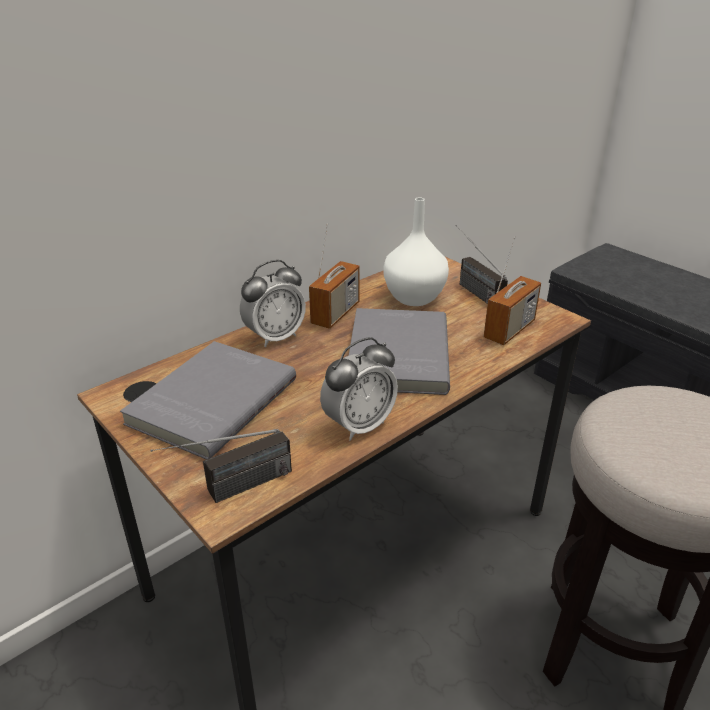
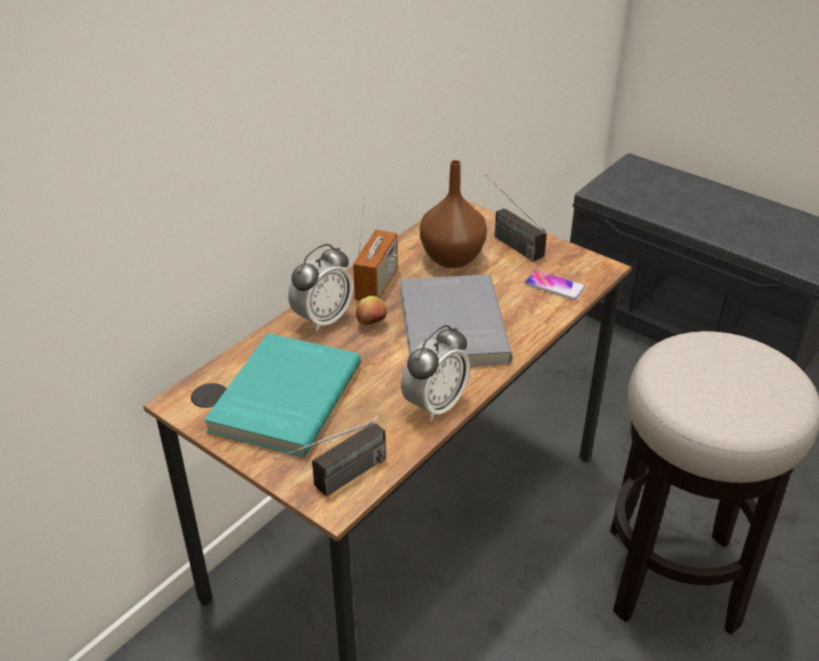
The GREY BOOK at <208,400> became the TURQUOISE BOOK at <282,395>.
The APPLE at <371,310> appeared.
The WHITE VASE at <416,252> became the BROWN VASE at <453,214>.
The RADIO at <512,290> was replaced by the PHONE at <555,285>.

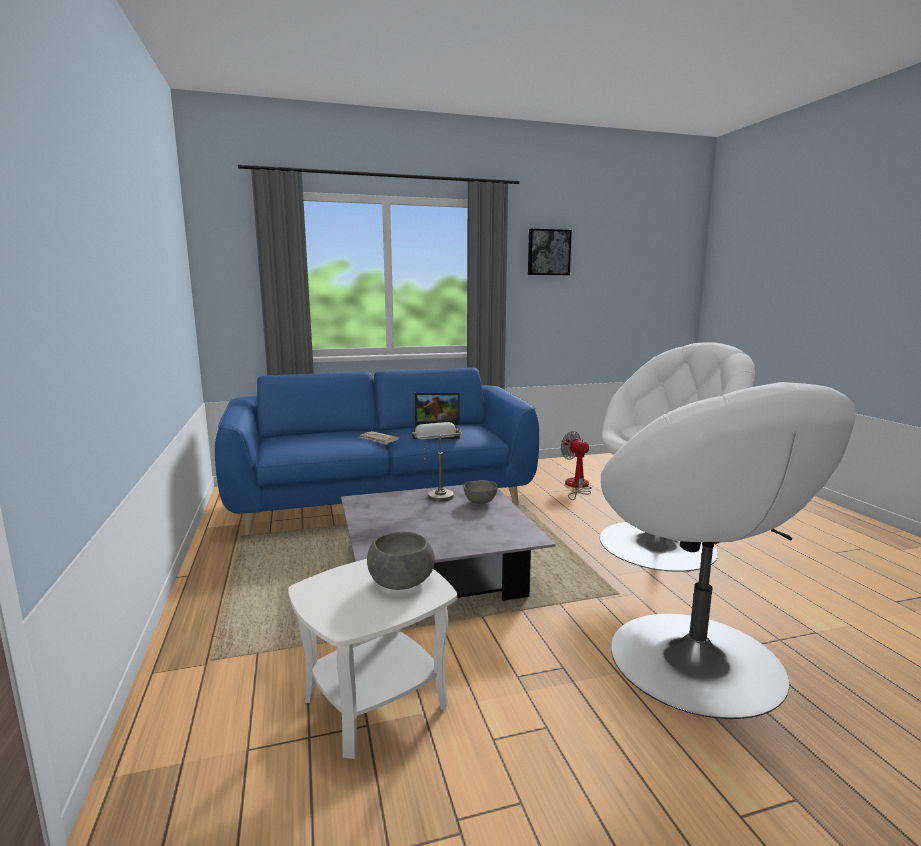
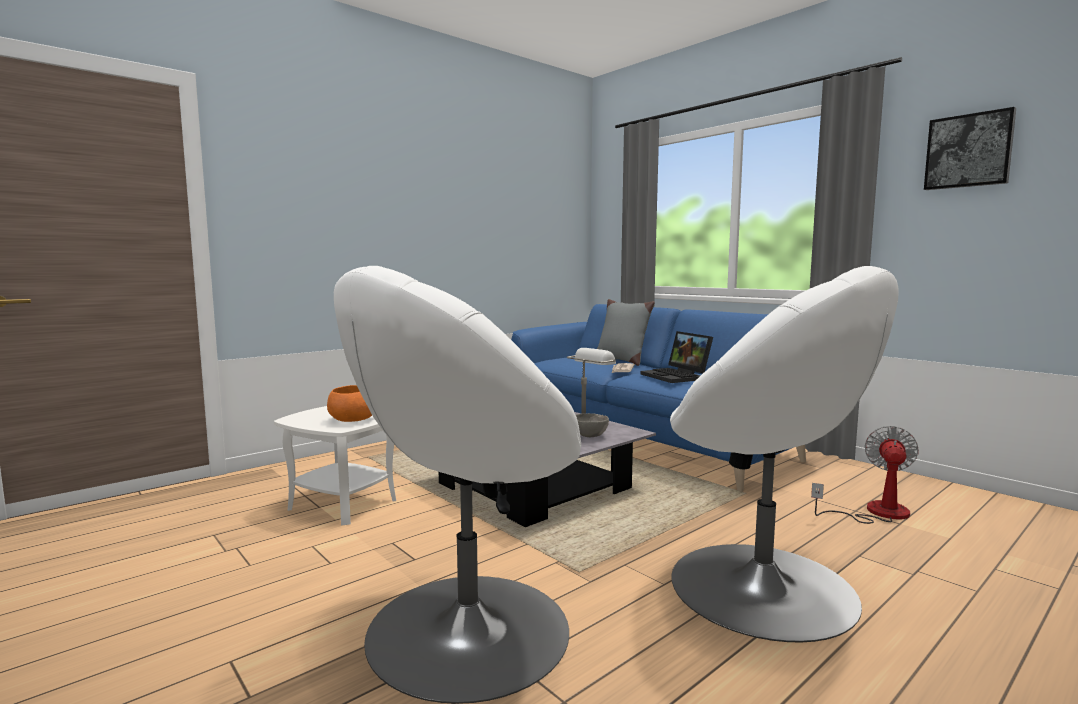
The GREY BOWL at <401,561> became the ORANGE BOWL at <349,403>.
The GREY PILLOW at <626,332> appeared.

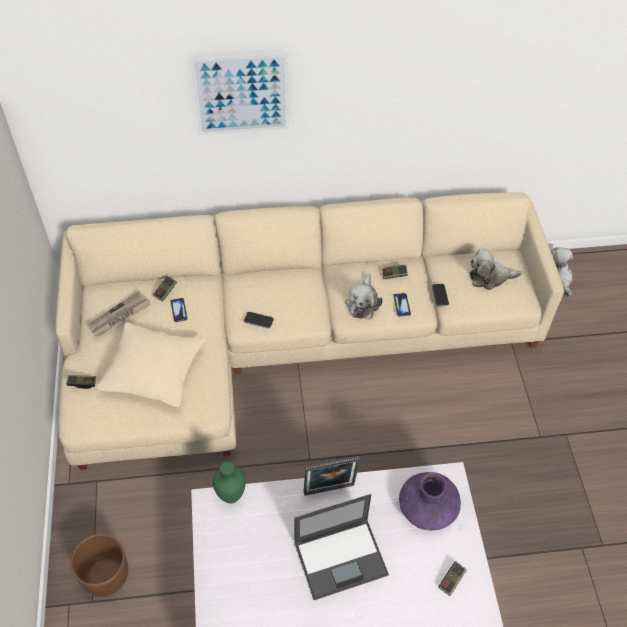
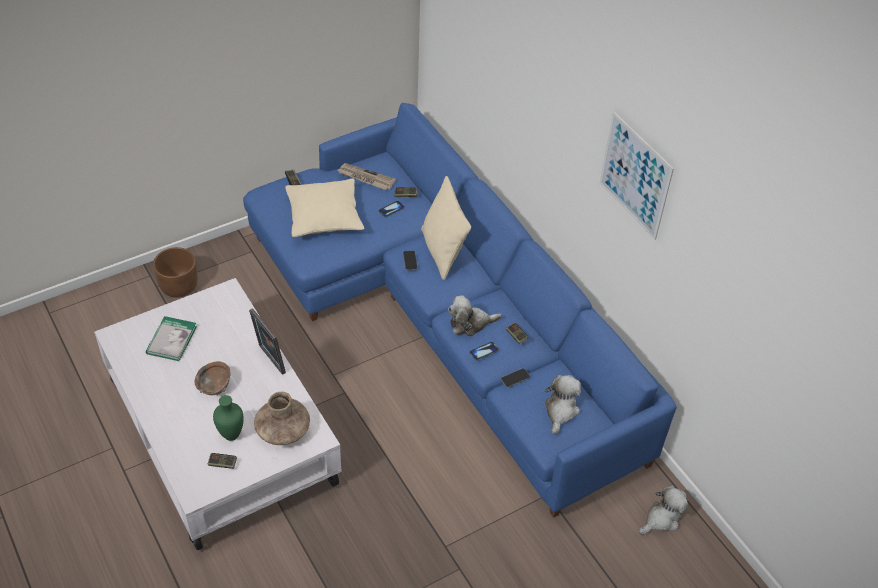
The BOOK at <171,338> appeared.
The LAPTOP at <341,547> was replaced by the BROWN BOWL at <212,378>.
The GREEN VASE moved from <229,482> to <228,418>.
The BEIGE SOFA at <309,331> became the BLUE SOFA at <460,310>.
The PURPLE VASE at <430,501> became the BROWN VASE at <282,418>.
The BEIGE PILLOW at <446,228> appeared.
The PLUSH TOY at <496,269> turned 45 degrees clockwise.
The PICTURE moved from <240,94> to <637,176>.

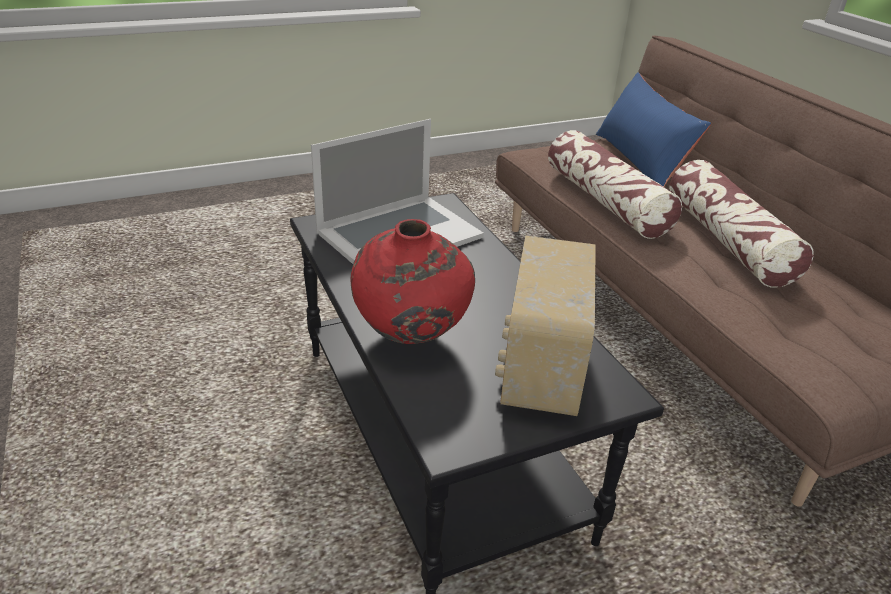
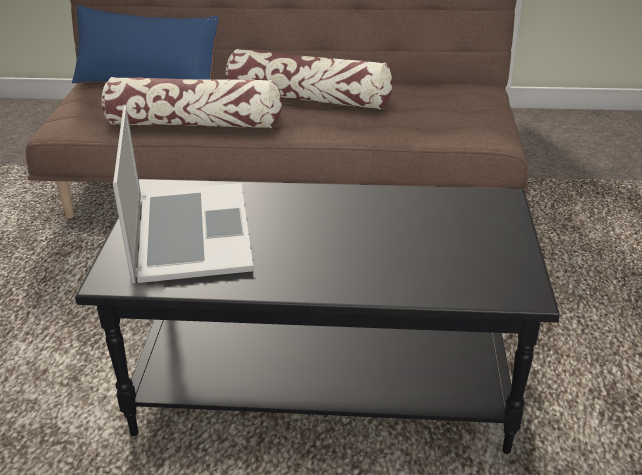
The RED VASE at <413,281> disappeared.
The RADIO at <545,326> disappeared.

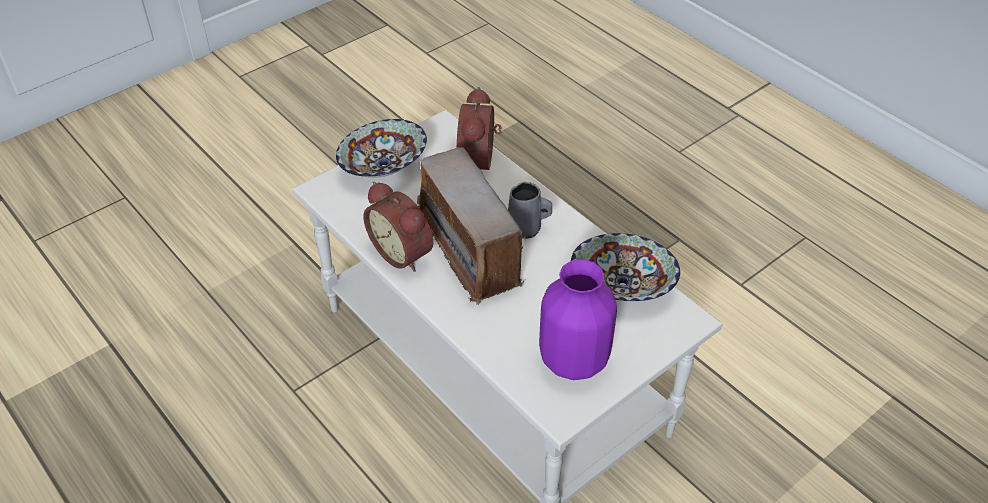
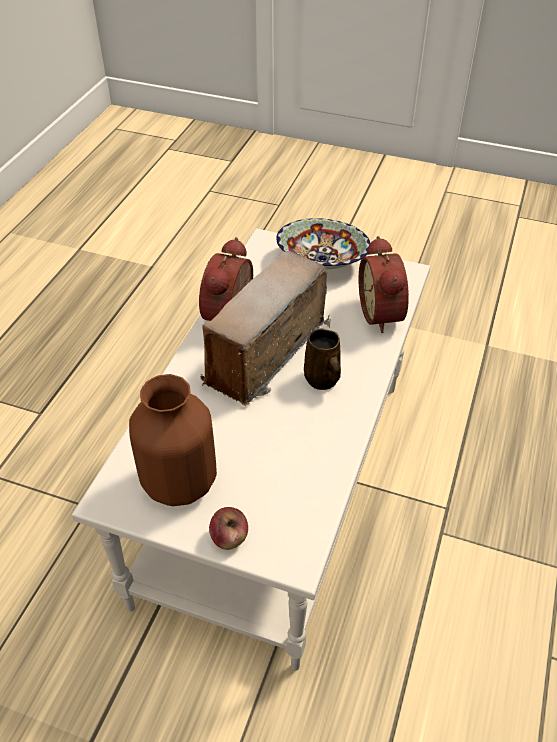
The PURPLE VASE at <578,319> became the BROWN VASE at <173,440>.
The APPLE at <228,528> appeared.
The GREY MUG at <530,210> became the BROWN MUG at <322,359>.
The ALARM CLOCK at <479,128> turned 75 degrees counterclockwise.
The BOWL at <625,267> disappeared.

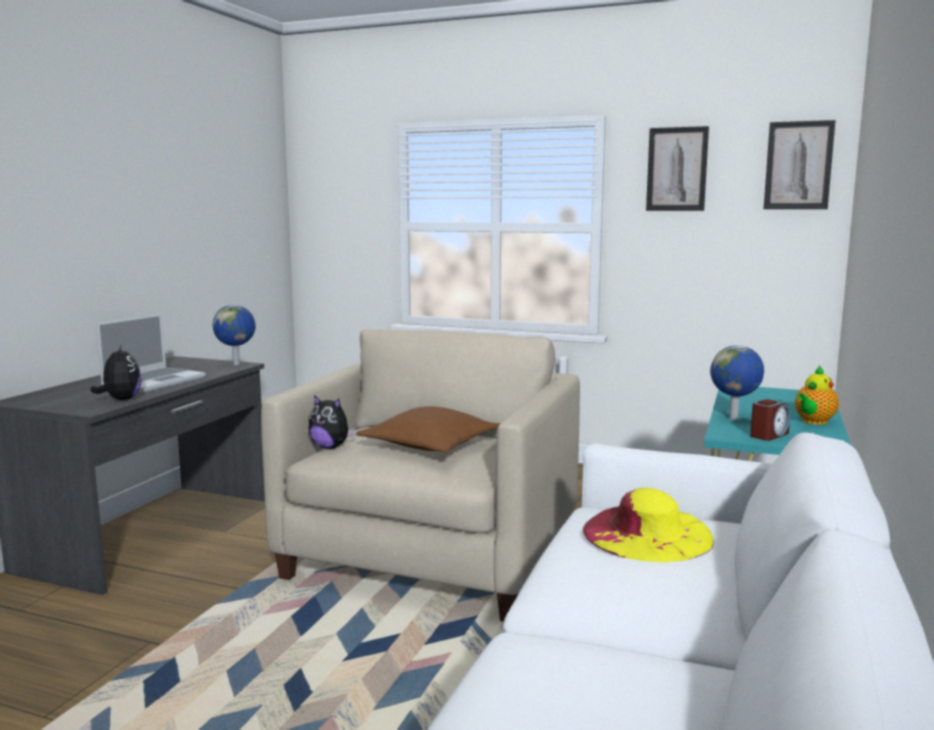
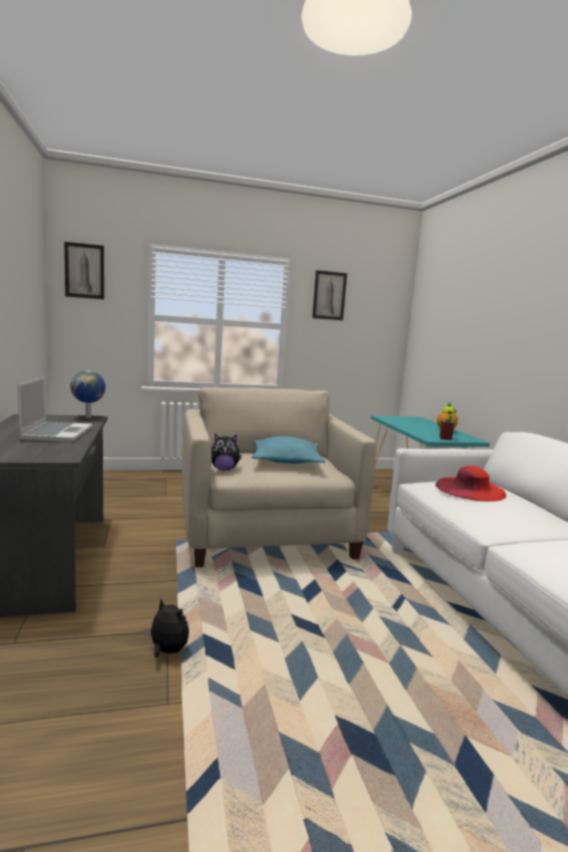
The PICTURE moved from <800,164> to <84,270>.
The PLUSH TOY moved from <116,372> to <166,627>.
The BROWN PILLOW at <428,429> became the TURQUOISE PILLOW at <288,450>.
The YELLOW HAT at <648,525> became the RED HAT at <470,484>.
The GLOBE at <737,382> disappeared.

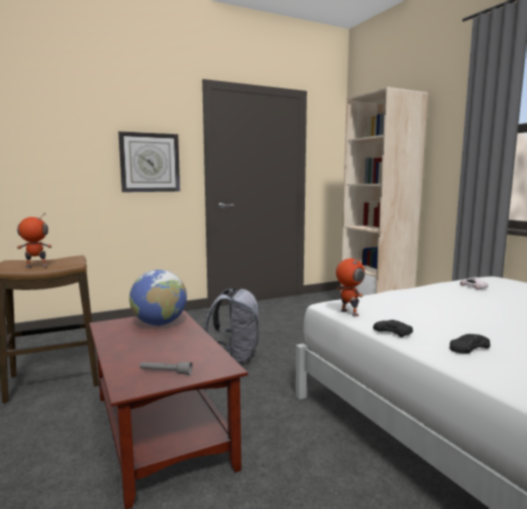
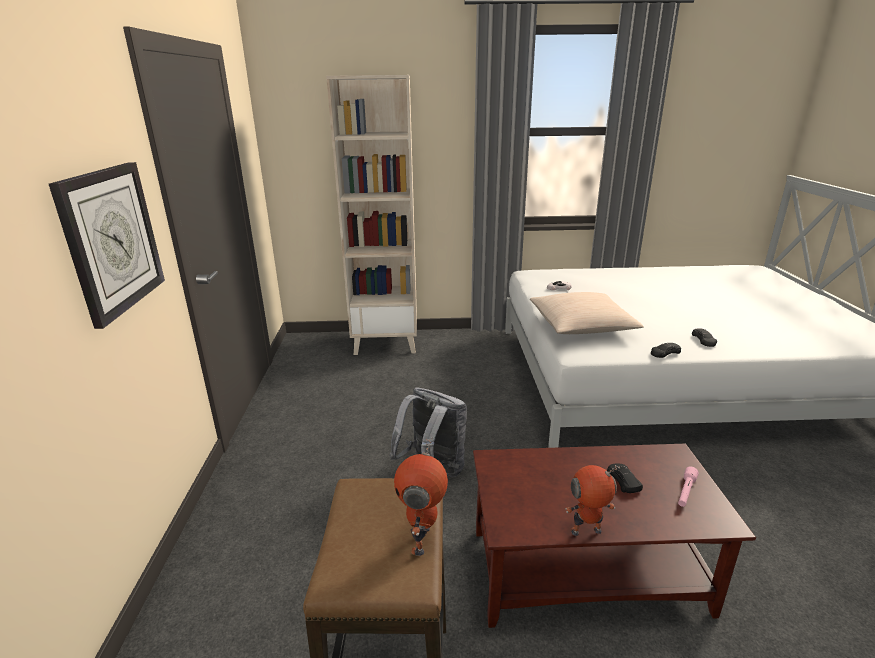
The BEIGE PILLOW at <587,313> appeared.
The TOY ROBOT moved from <350,287> to <593,500>.
The BLACK TOY CAR at <625,478> appeared.
The GREY FLASHLIGHT at <166,368> became the PINK FLASHLIGHT at <688,486>.
The GLOBE at <158,298> disappeared.

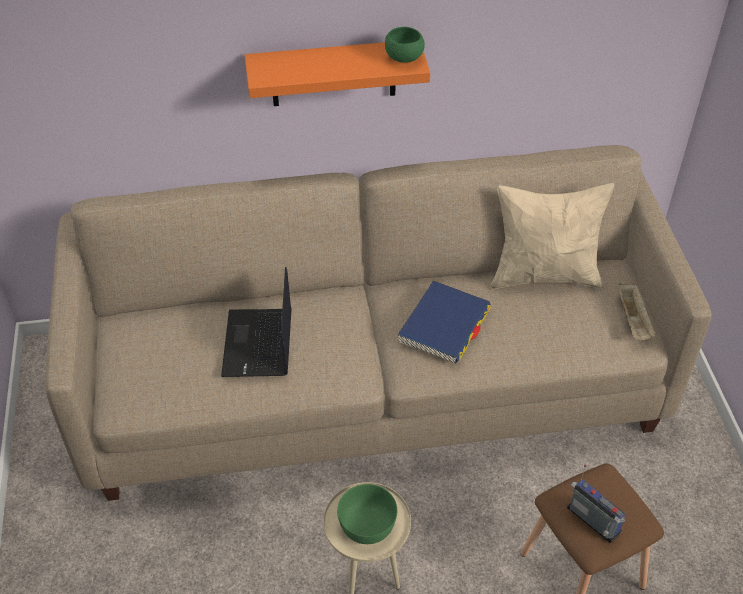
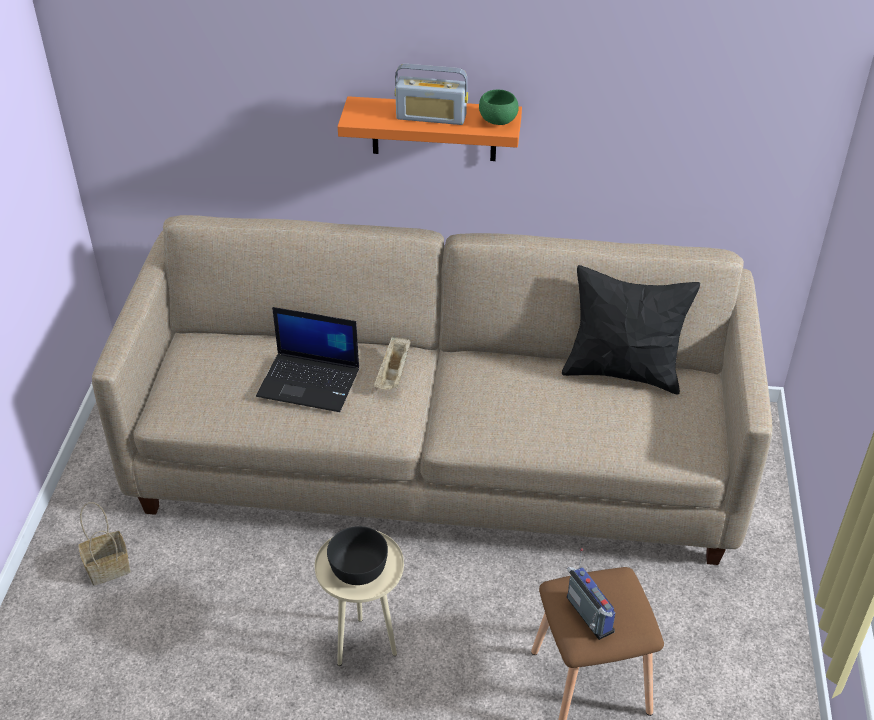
The BASKET at <104,543> appeared.
The LAPTOP at <256,322> turned 90 degrees counterclockwise.
The GREEN BOWL at <367,514> became the BLACK BOWL at <357,555>.
The BEIGE TRAY moved from <637,311> to <392,362>.
The RADIO at <431,94> appeared.
The BEIGE PILLOW at <552,236> became the BLACK PILLOW at <631,330>.
The BLUE BOOK at <444,321> disappeared.

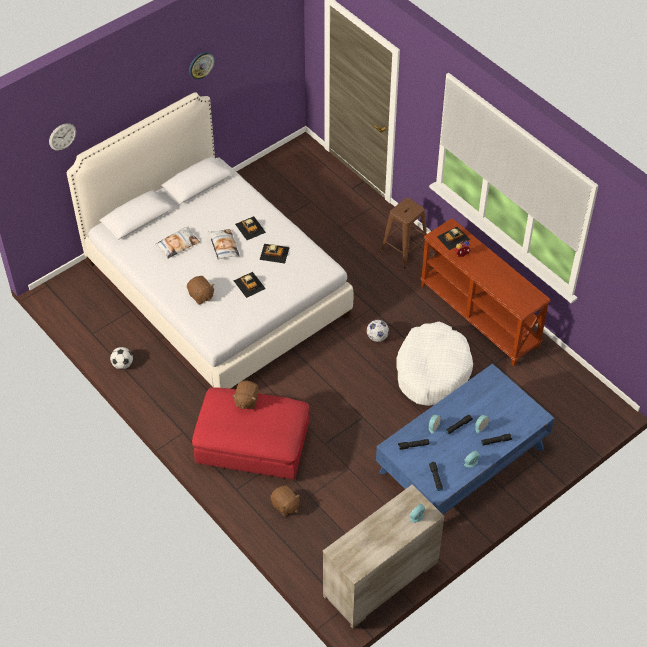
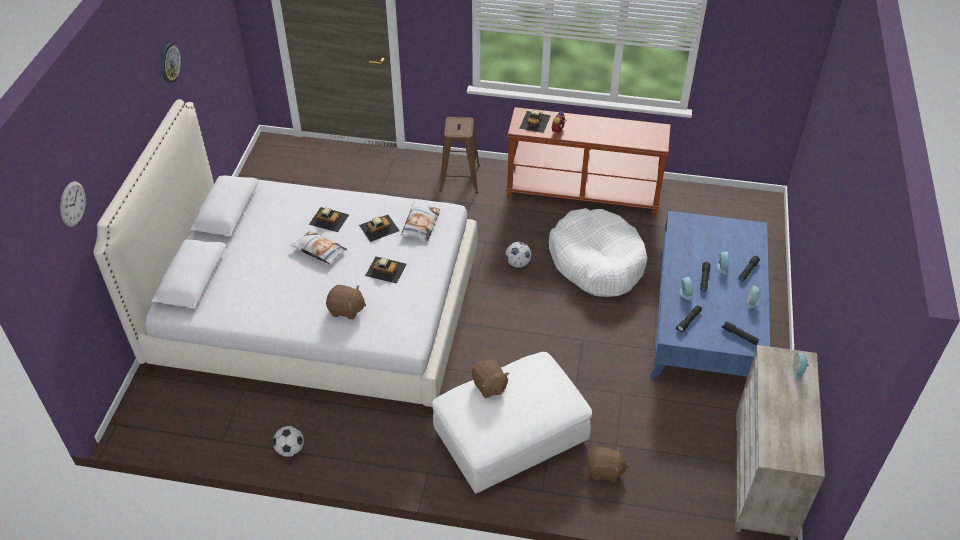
The PILLOW moved from <177,243> to <420,221>.
The RED OTTOMAN at <250,433> became the WHITE OTTOMAN at <512,422>.

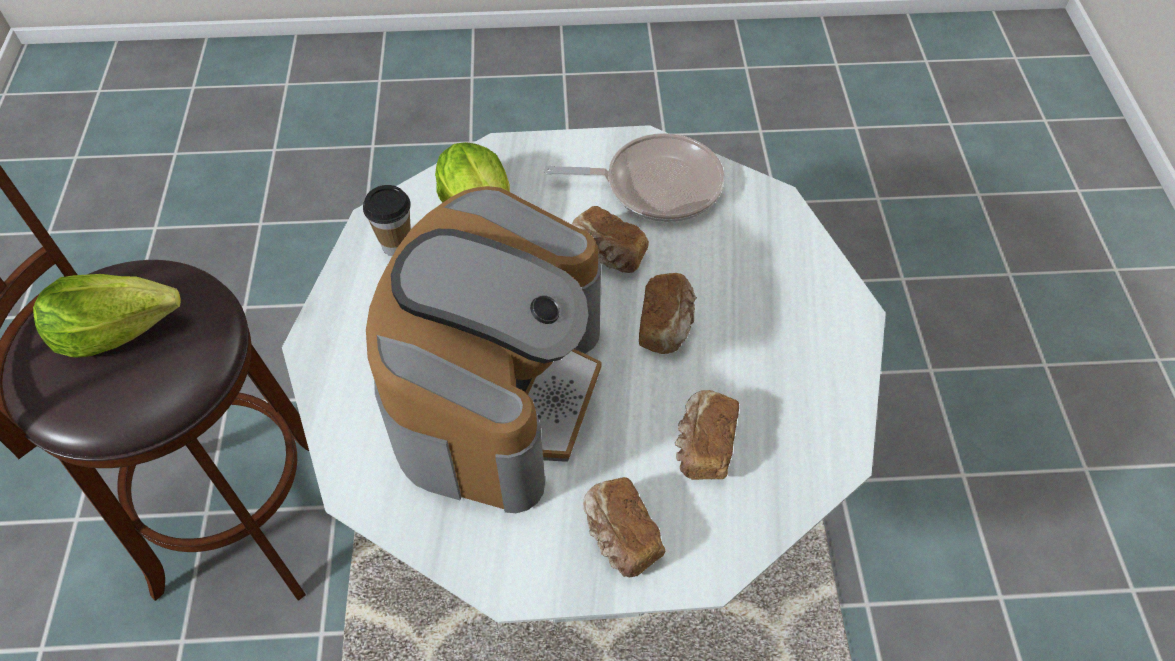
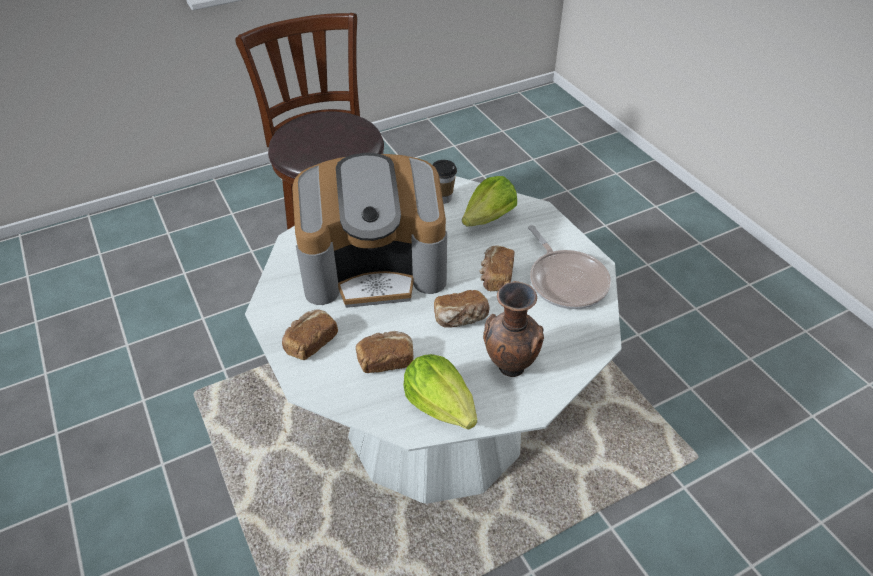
The LETTUCE moved from <107,316> to <440,391>.
The BROWN VASE at <513,329> appeared.

